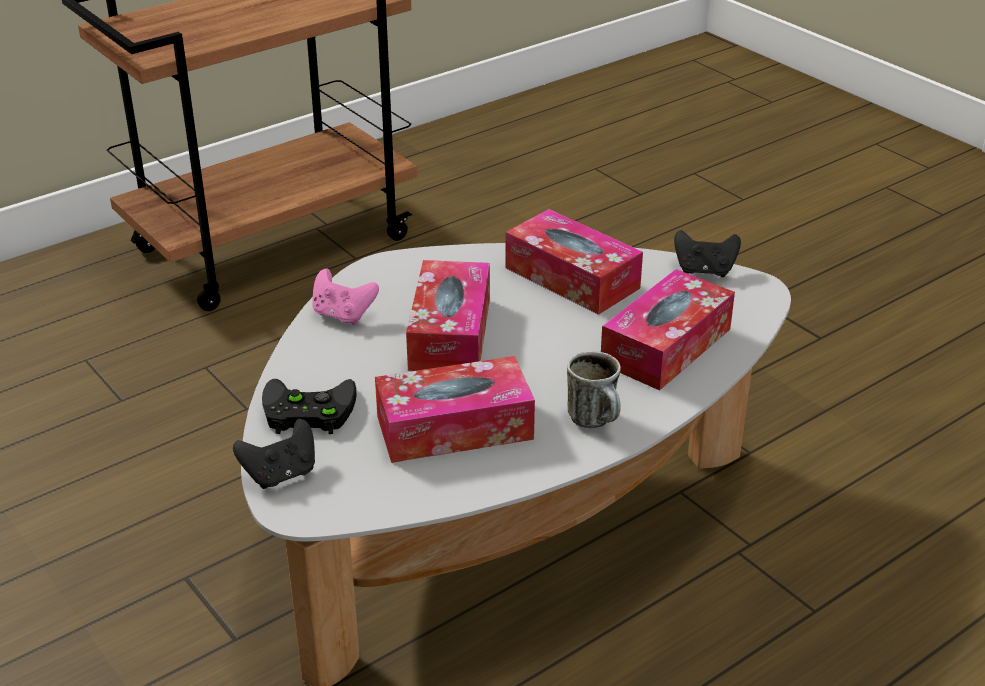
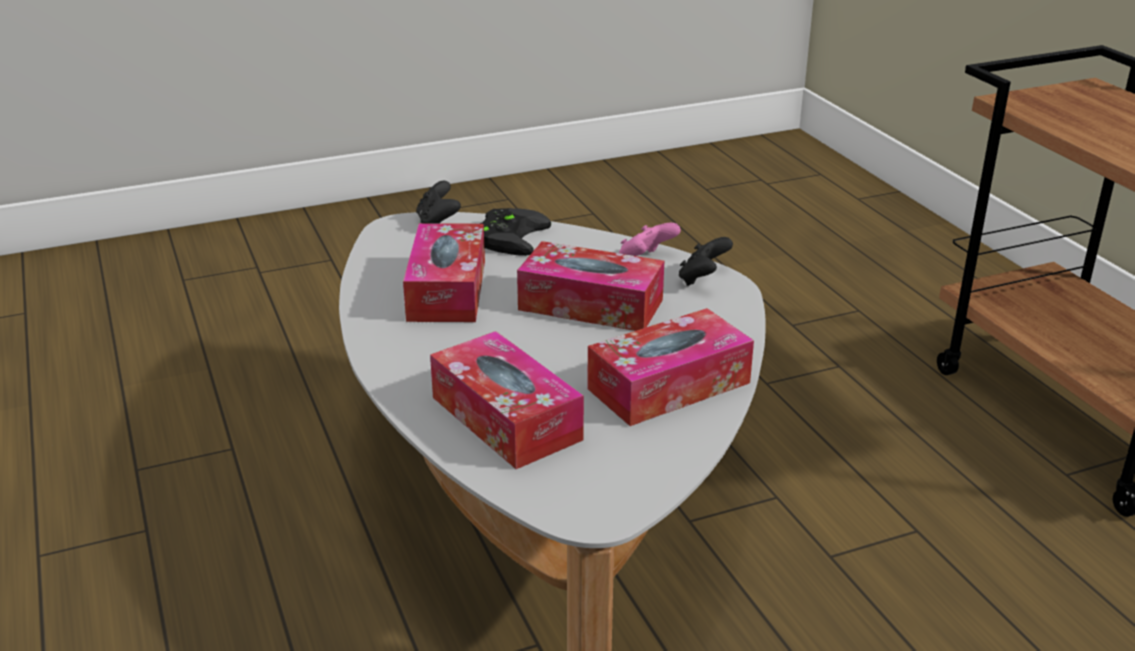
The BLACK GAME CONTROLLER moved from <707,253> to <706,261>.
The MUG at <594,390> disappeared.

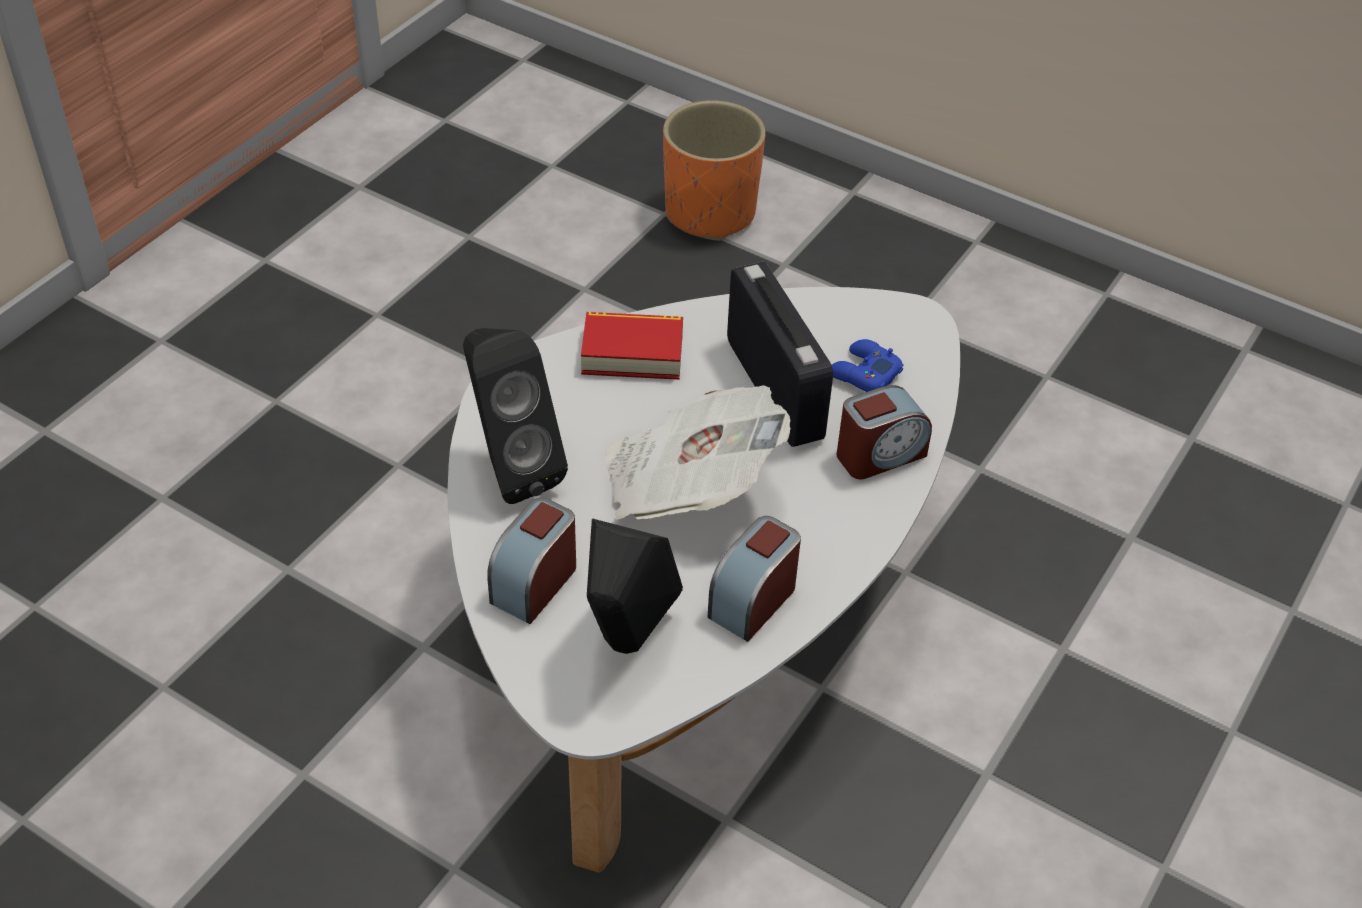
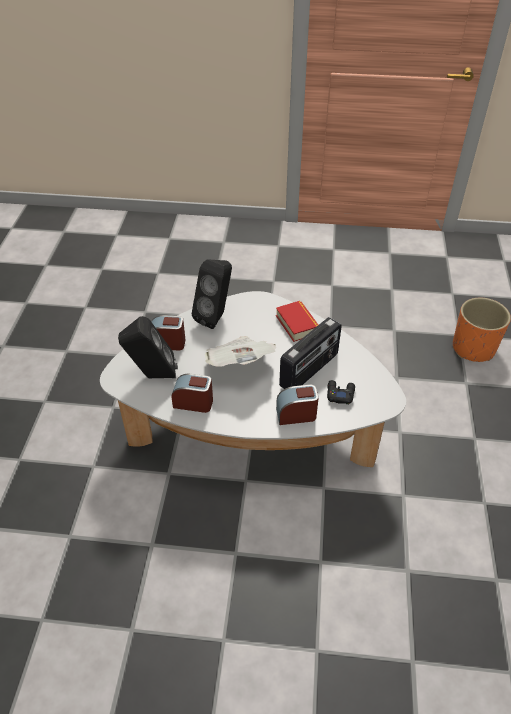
The ALARM CLOCK at <884,432> turned 135 degrees clockwise.
The BLUE GAME CONTROLLER at <868,365> became the BLACK GAME CONTROLLER at <341,392>.

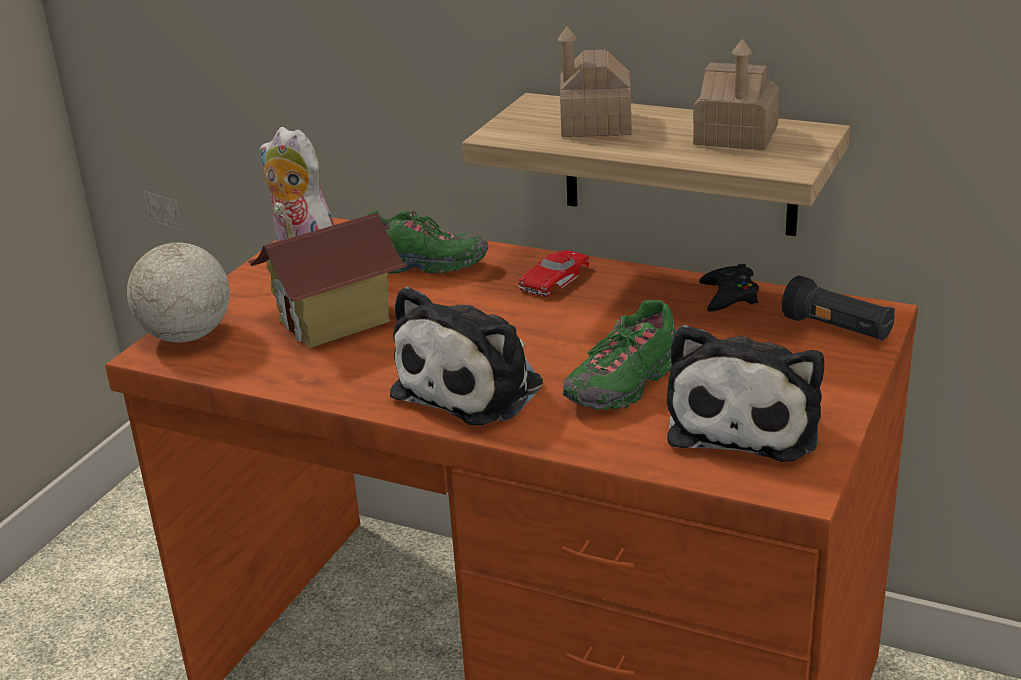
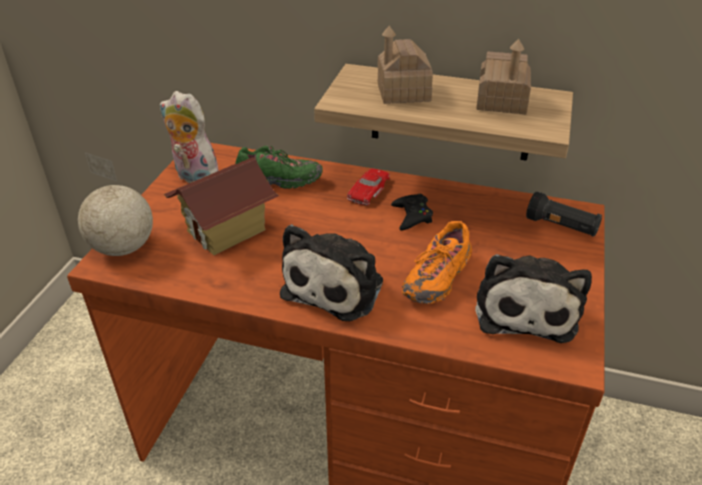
The BLACK GAME CONTROLLER moved from <729,288> to <412,212>.
The GREEN SHOE at <619,355> became the ORANGE SHOE at <437,262>.

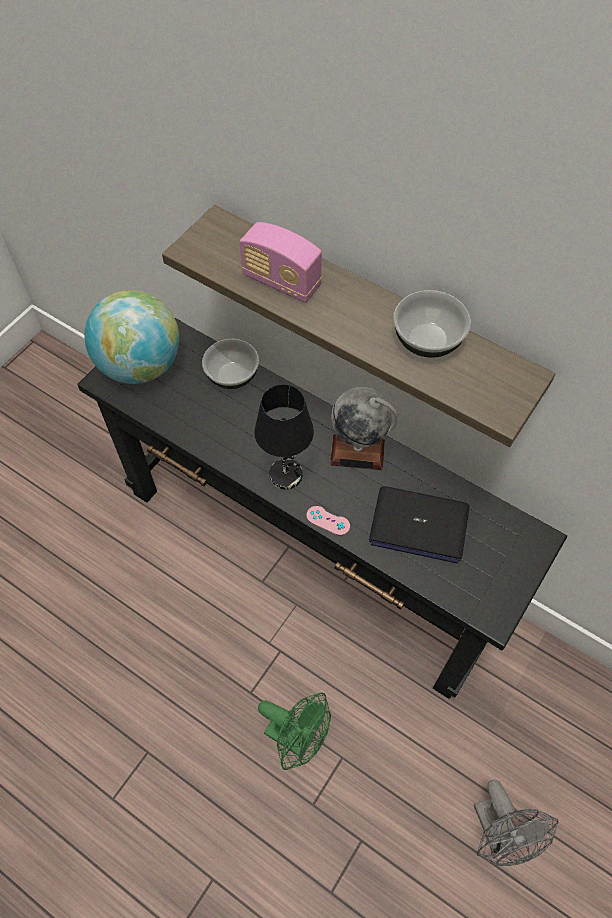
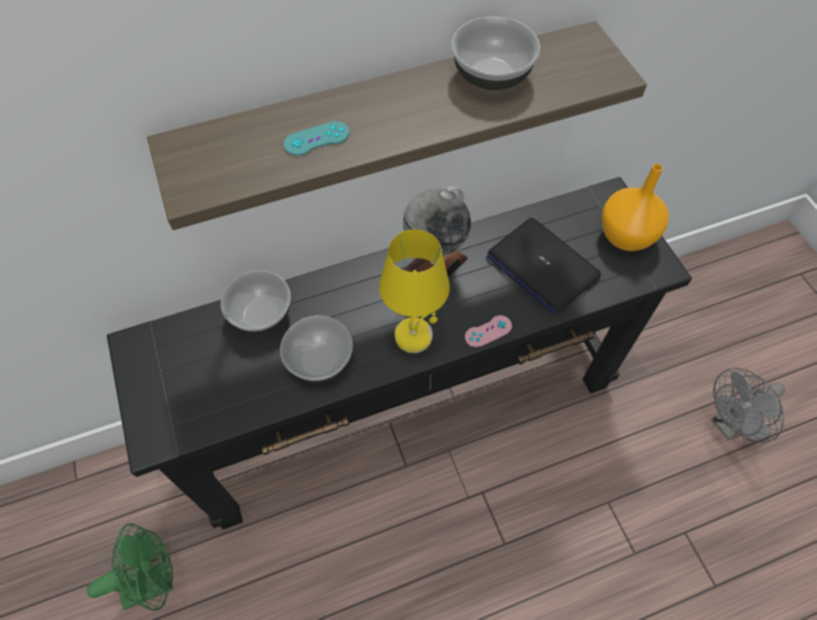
The GREEN FAN moved from <294,731> to <129,567>.
The BOWL at <316,349> appeared.
The RADIO at <281,262> was replaced by the TURQUOISE GAME CONTROLLER at <317,138>.
The BLACK TABLE LAMP at <284,437> became the YELLOW TABLE LAMP at <414,291>.
The LAPTOP at <419,524> turned 90 degrees clockwise.
The ORANGE VASE at <635,207> appeared.
The GREY FAN at <516,823> turned 135 degrees clockwise.
The GLOBE at <131,337> disappeared.

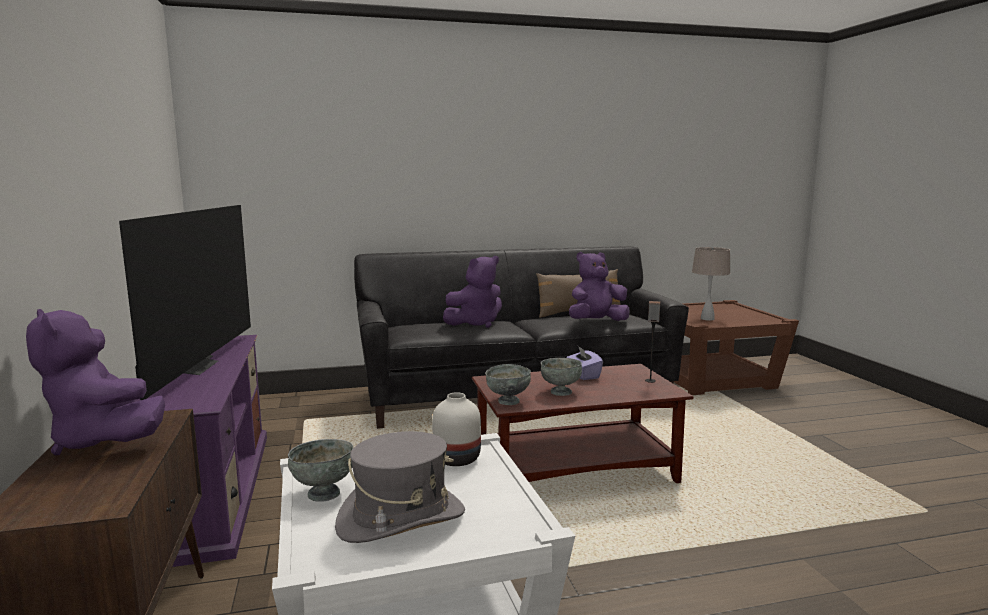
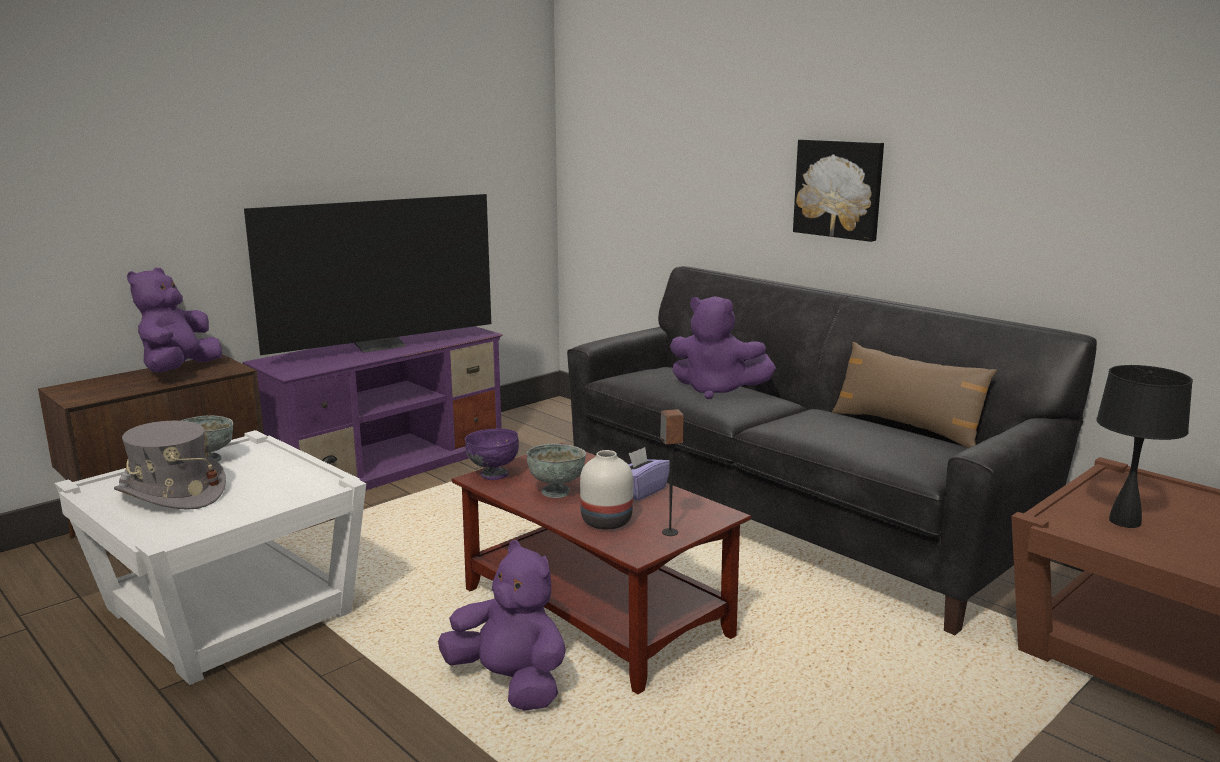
The PURPLE PLUSH TOY moved from <599,286> to <502,625>.
The GREY BOWL at <508,384> became the PURPLE BOWL at <492,454>.
The WHITE VASE moved from <456,429> to <606,490>.
The PICTURE at <838,190> appeared.
The BEIGE TABLE LAMP at <711,284> became the BLACK TABLE LAMP at <1144,446>.

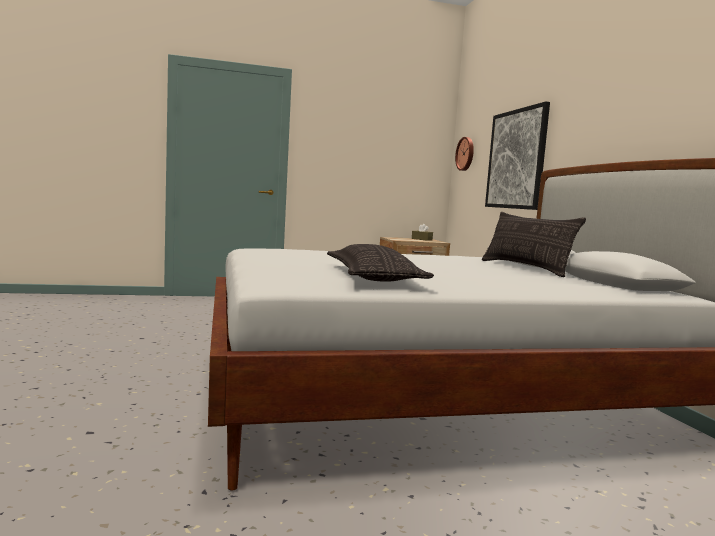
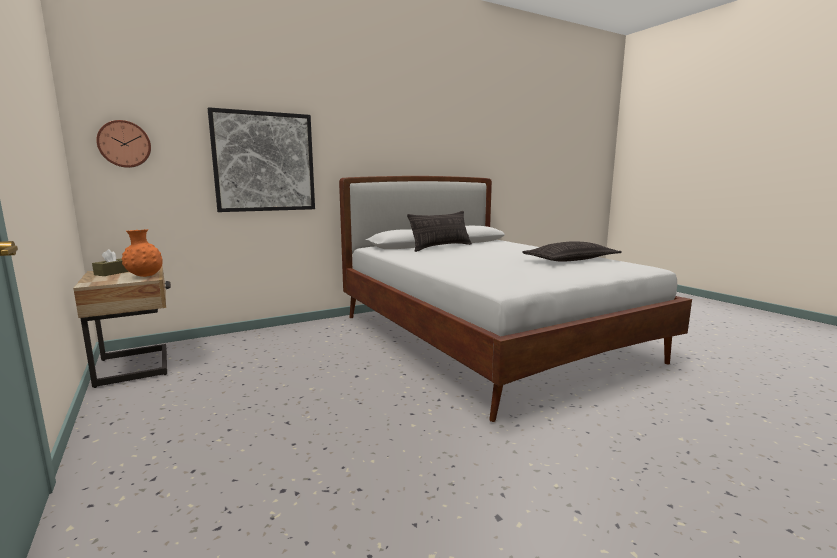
The ORANGE VASE at <142,253> appeared.

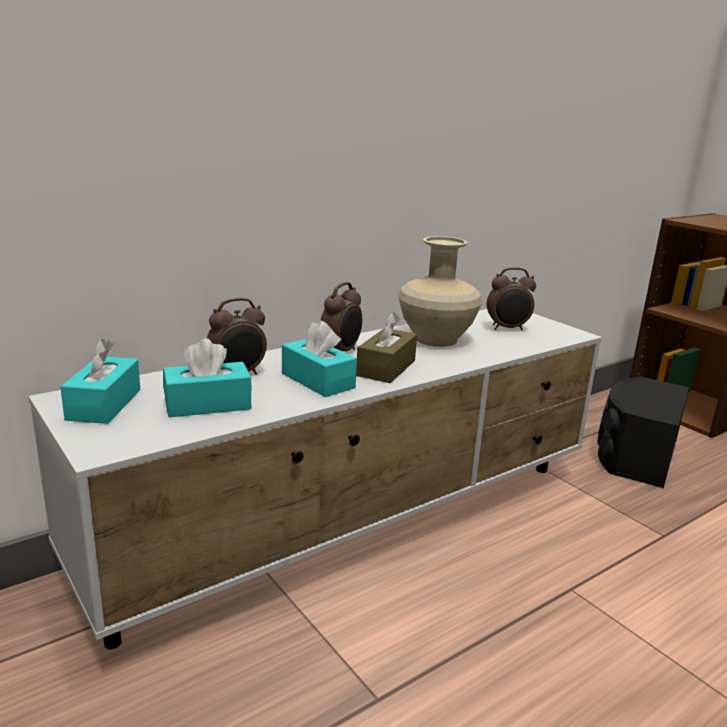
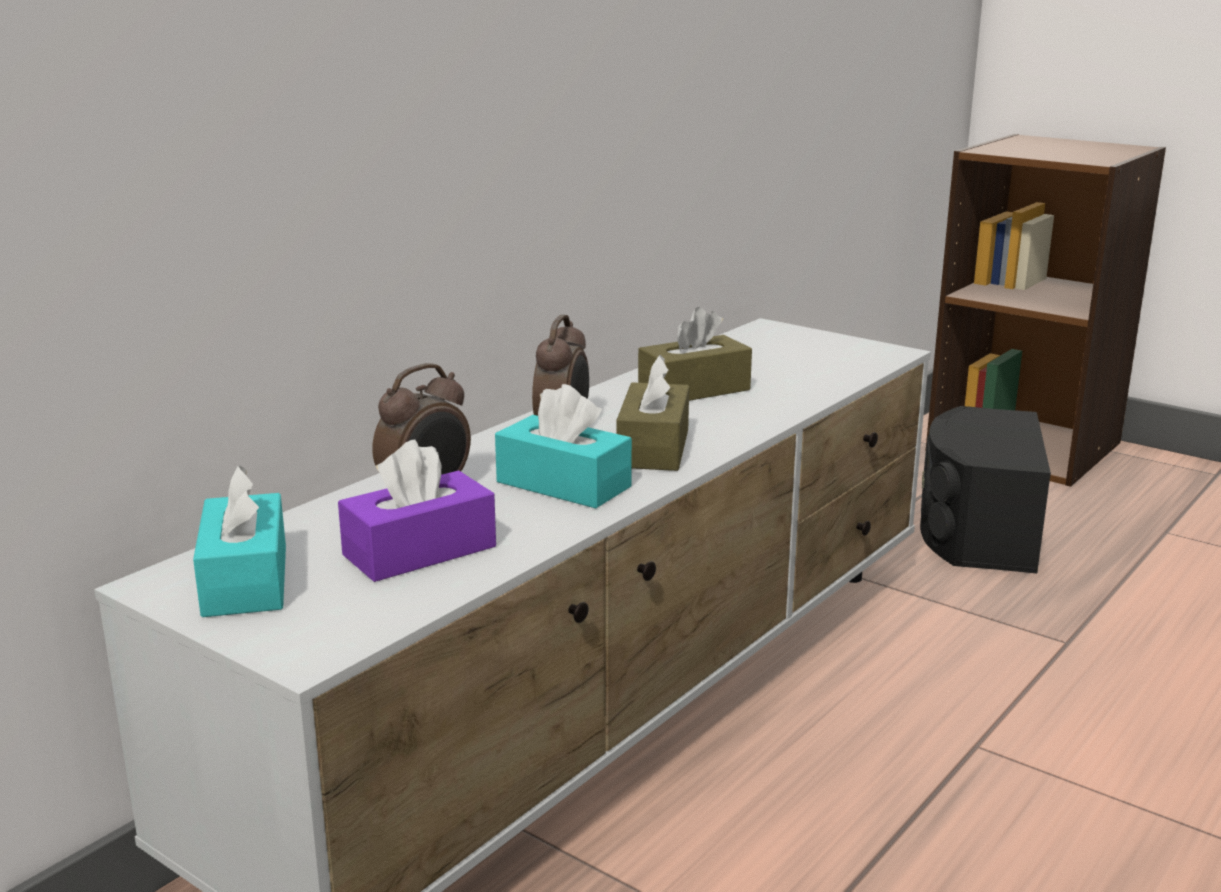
The TURQUOISE TISSUE BOX at <207,378> became the PURPLE TISSUE BOX at <417,510>.
The BEIGE VASE at <440,291> was replaced by the BROWN TISSUE BOX at <695,354>.
The ALARM CLOCK at <511,299> disappeared.

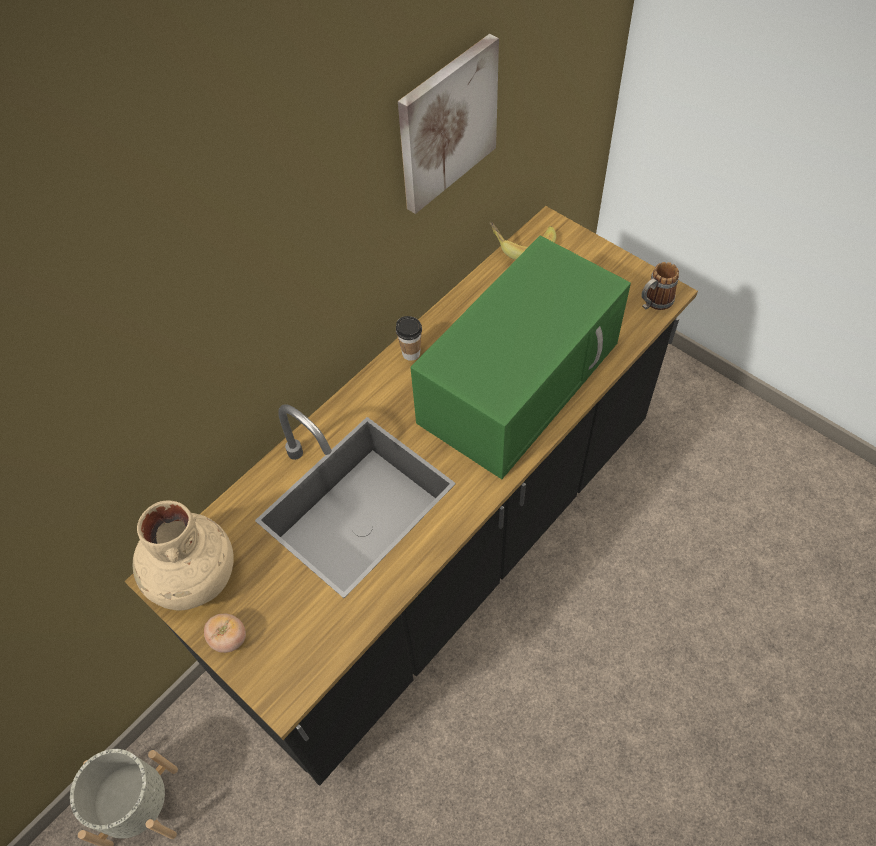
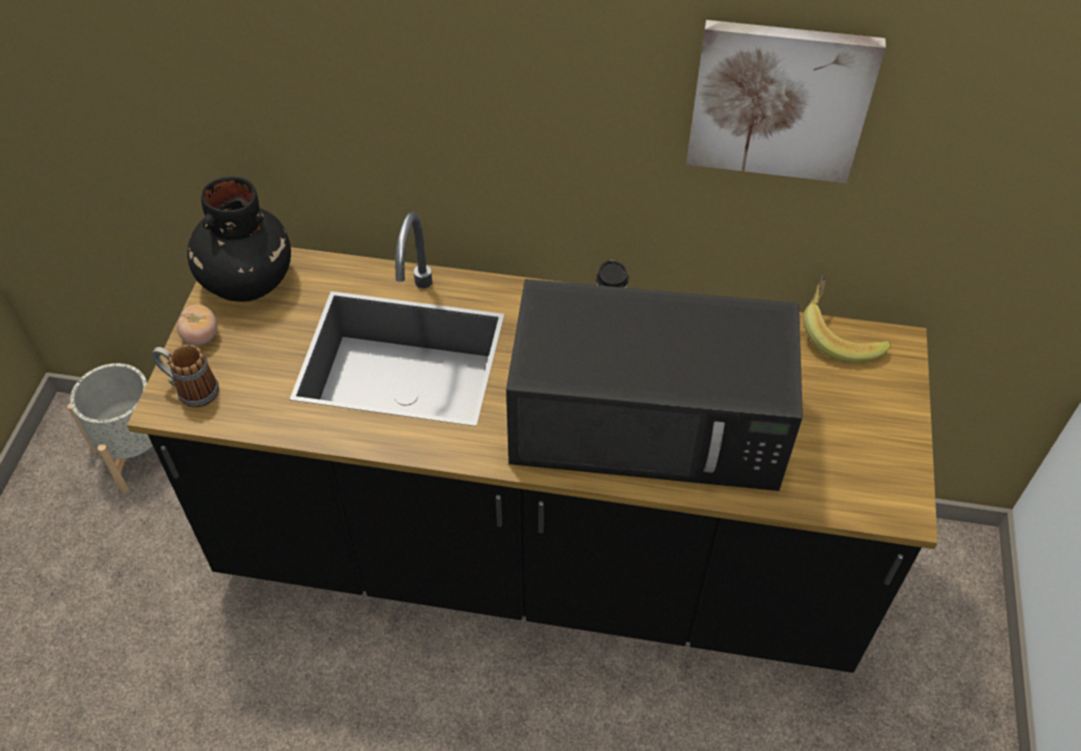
The MUG moved from <660,286> to <185,376>.
The BEIGE VASE at <183,556> became the BLACK VASE at <239,239>.
The GREEN MICROWAVE at <520,357> became the BLACK MICROWAVE at <654,385>.

